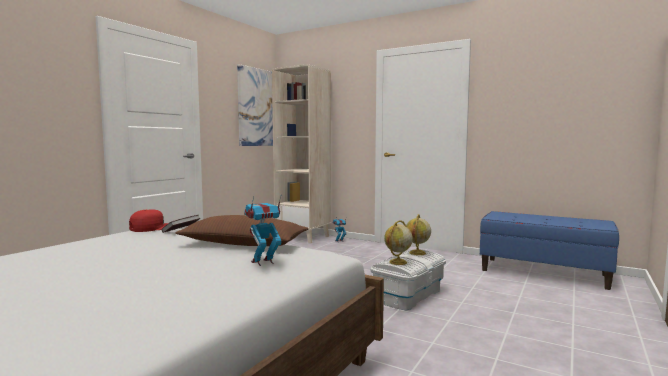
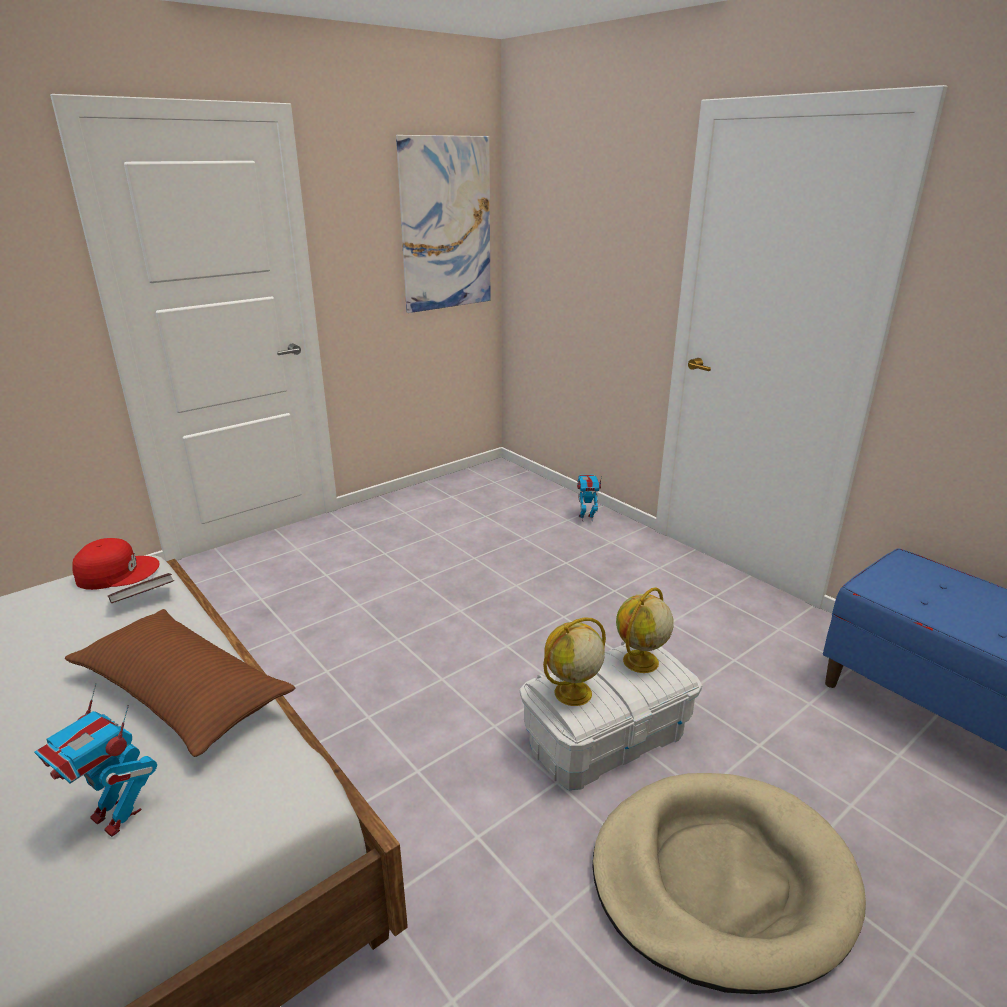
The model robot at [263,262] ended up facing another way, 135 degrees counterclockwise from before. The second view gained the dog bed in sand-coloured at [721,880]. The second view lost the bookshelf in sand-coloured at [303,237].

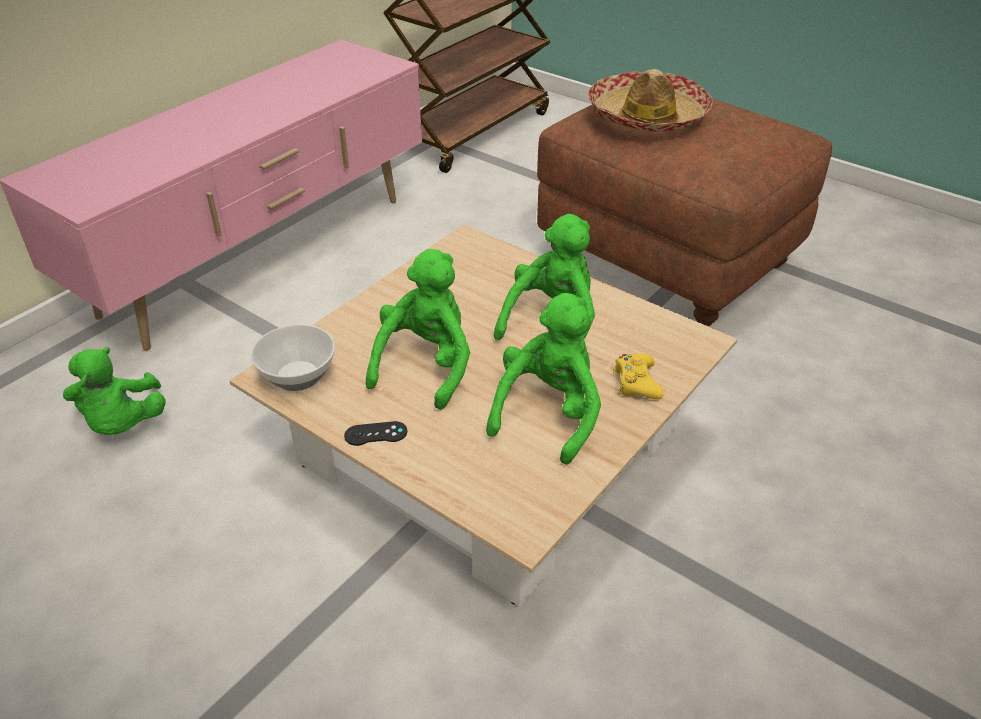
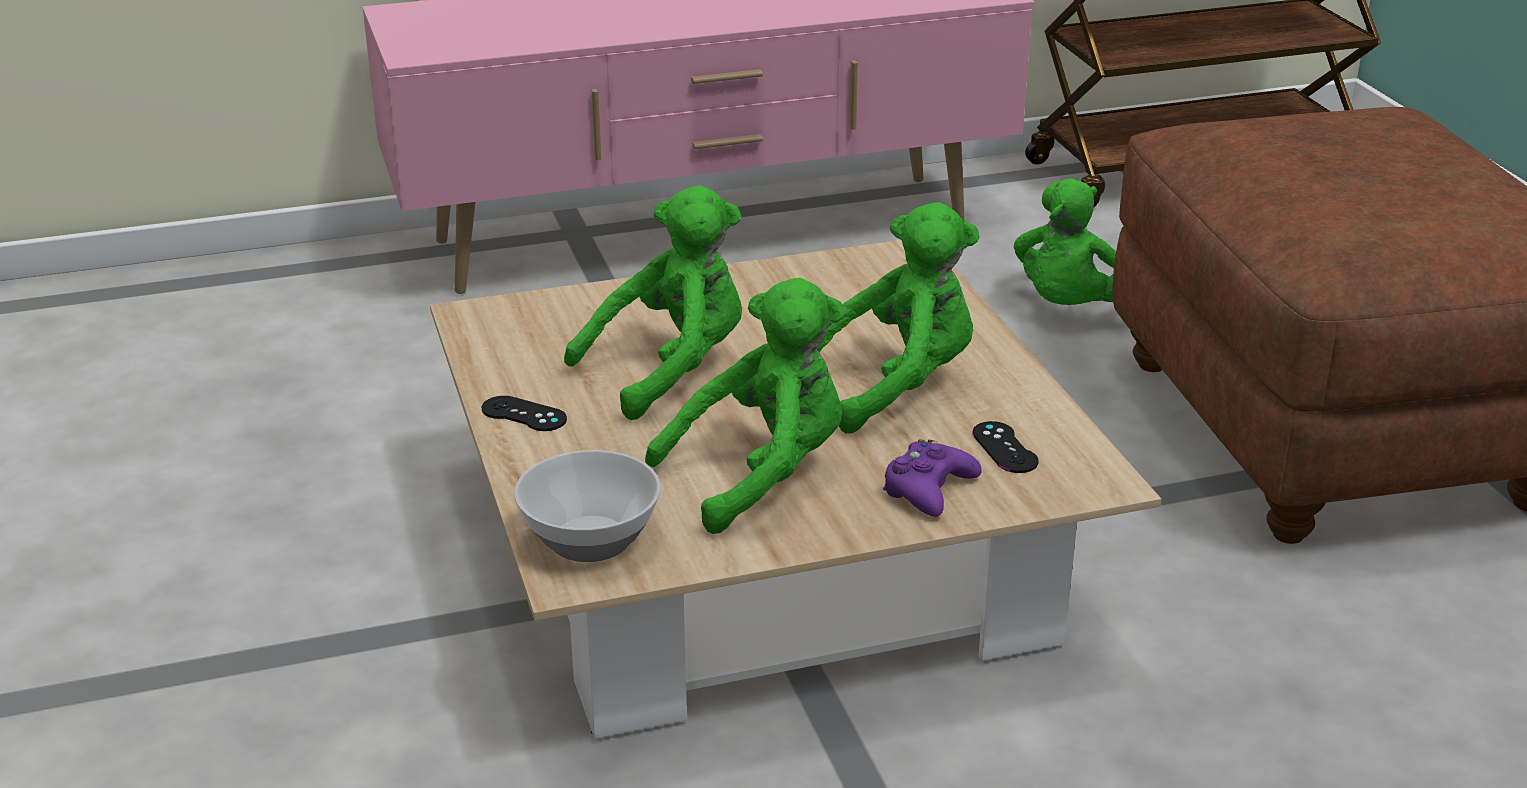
The deep dish ended up elsewhere, having gone from [297,377] to [588,541]. What was the gamepad in yellow-coloured at [636,383] turned into the gamepad in purple at [928,489]. The second view gained the gamepad in black-coloured at [1005,448]. The plush toy in greenish ended up elsewhere, having gone from [123,424] to [1068,308]. The second view lost the clothing hat at [647,116].

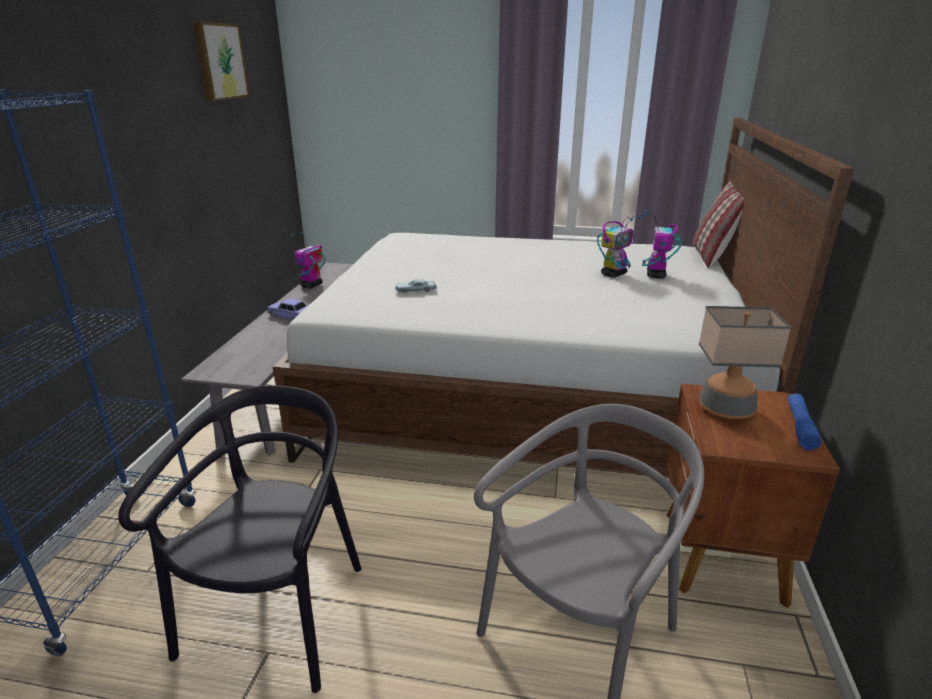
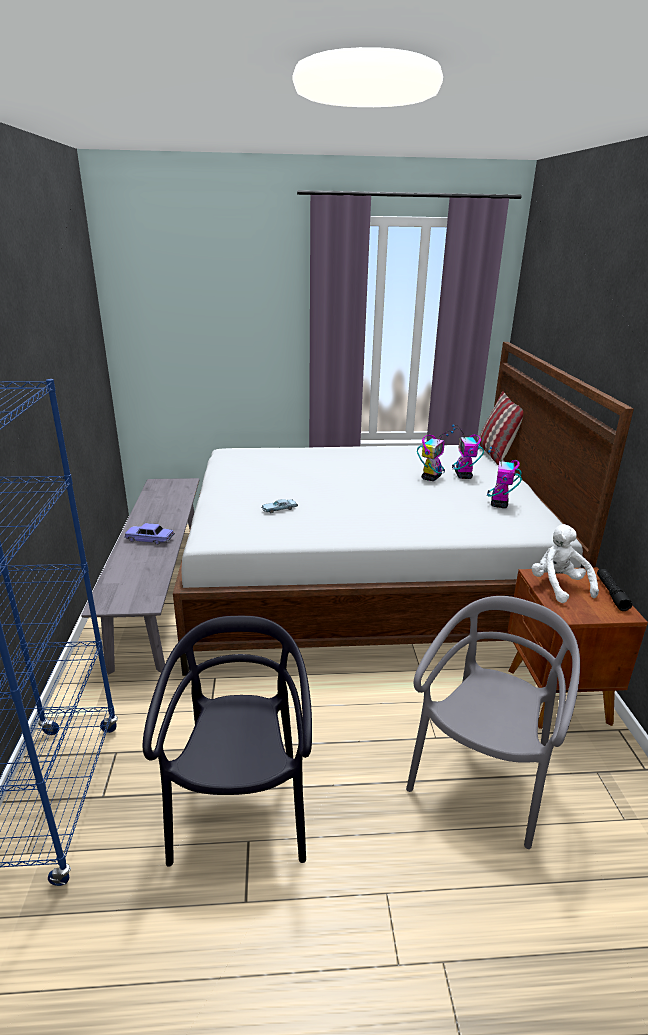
The model robot ended up elsewhere, having gone from [311,285] to [499,504]. Where the lamp for a table stood at [726,409], the plush toy in whitish came to stand at [558,586]. What was the torch in blue at [800,426] turned into the torch in black-coloured at [611,593]. The second view lost the picture at [219,61].

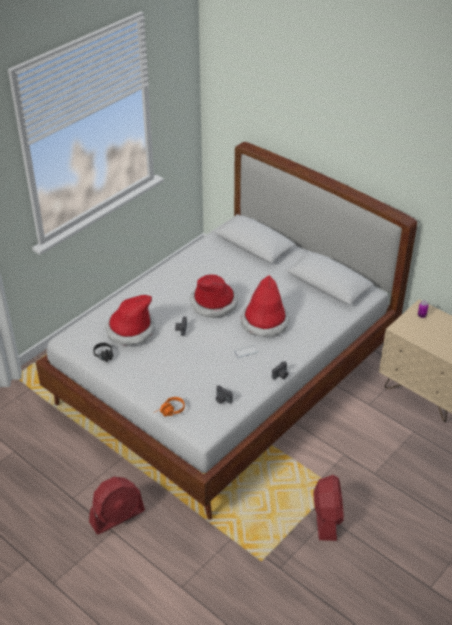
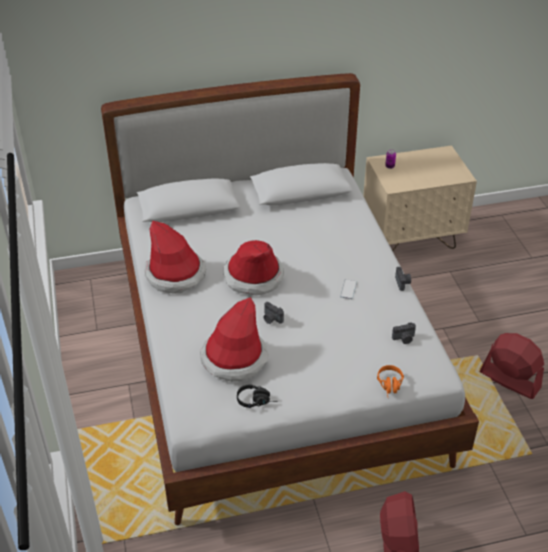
The clothing hat ended up elsewhere, having gone from [264,322] to [175,274].

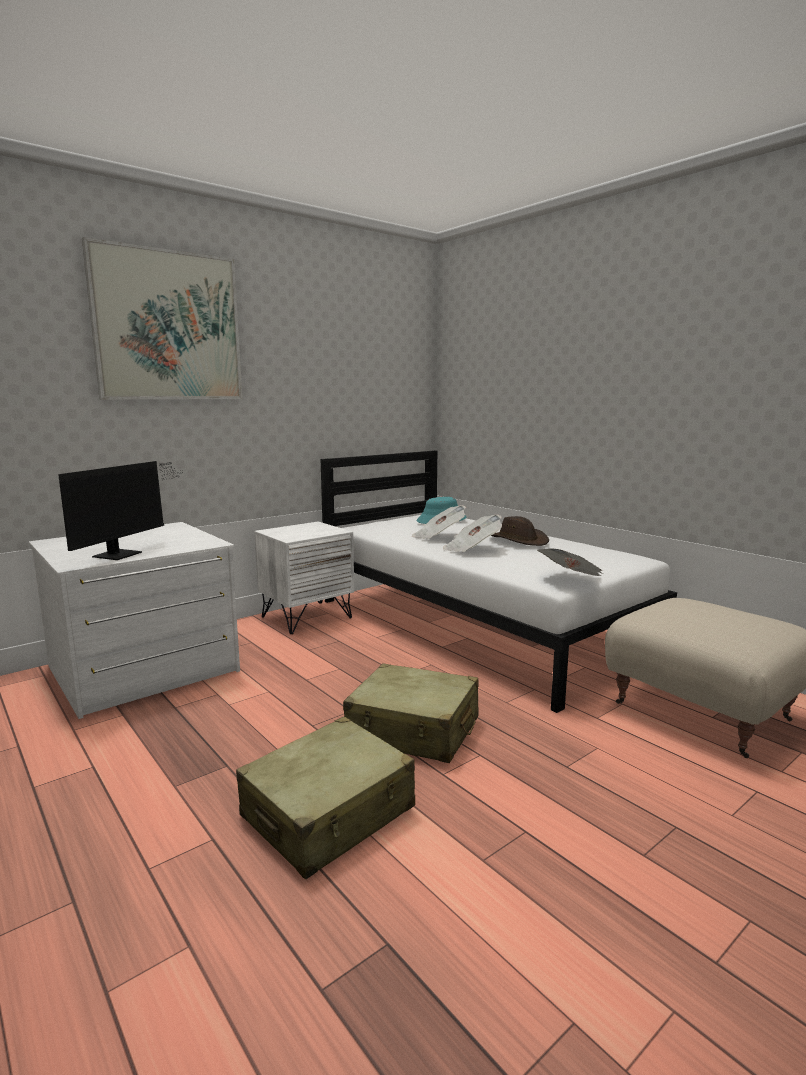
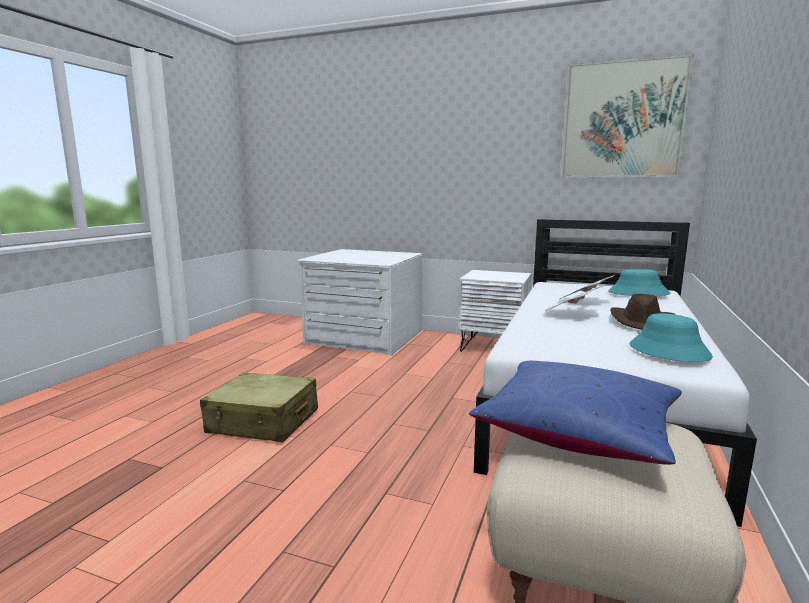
The second view gained the pillow in blue at [577,430]. The picture ended up elsewhere, having gone from [168,326] to [622,120]. The second view gained the clothing hat in turquoise at [668,351]. The second view lost the computer screen at [123,553]. The second view lost the piece of luggage in sand-coloured at [414,730]. The second view lost the daily paper at [572,580].

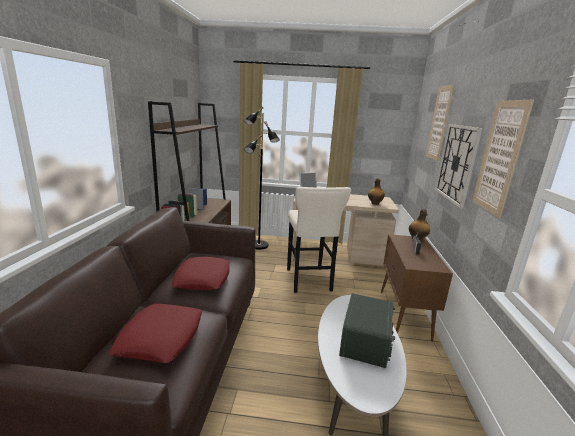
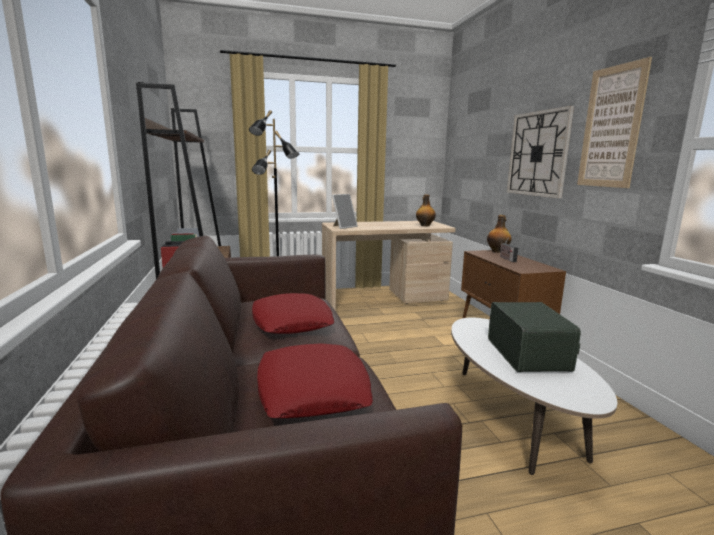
The second view lost the stool in sand-coloured at [308,281]. The second view lost the picture at [439,123].

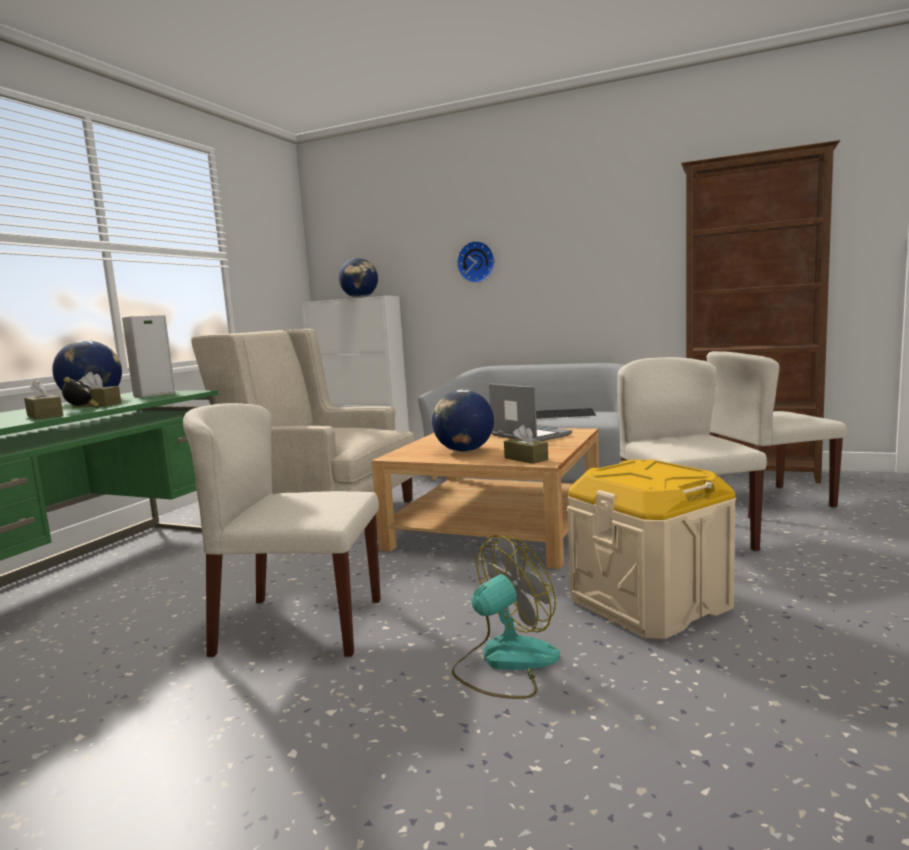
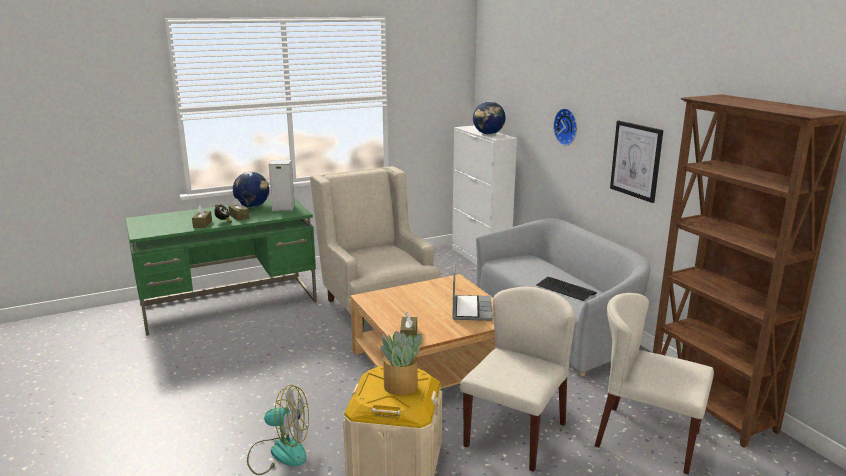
The second view gained the houseplant at [401,386]. The second view gained the picture at [636,160]. The second view lost the upright chair in sand-coloured at [298,626]. The second view lost the desk globe at [464,451].

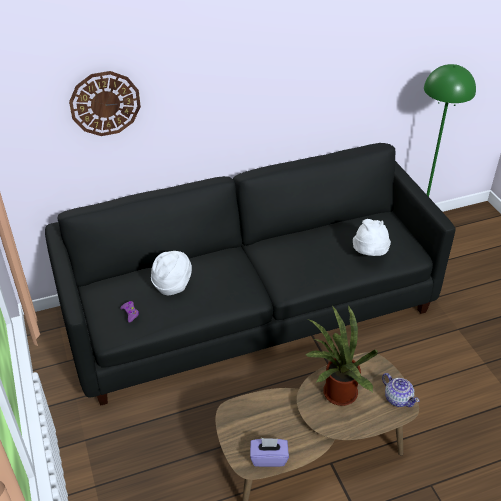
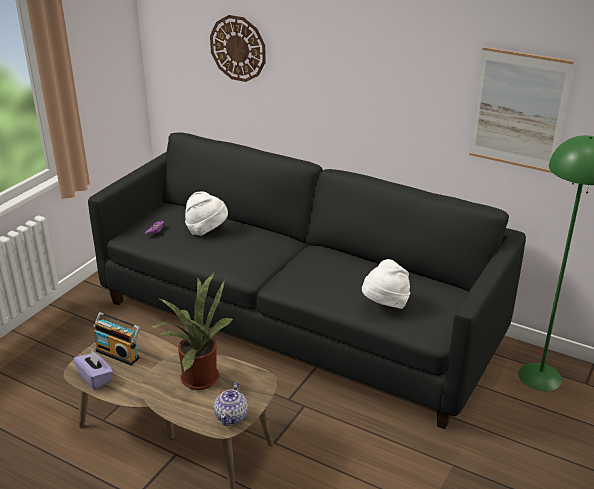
The second view gained the radio set at [119,353]. The second view gained the picture at [518,110].

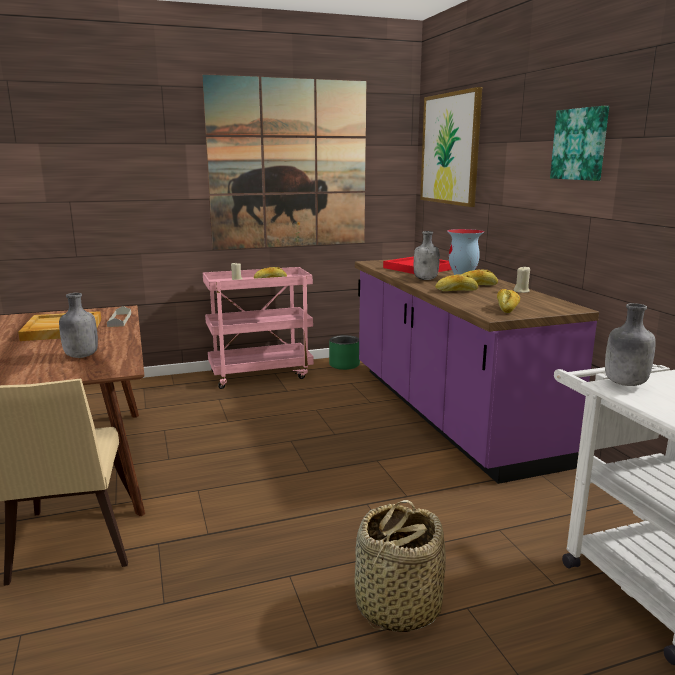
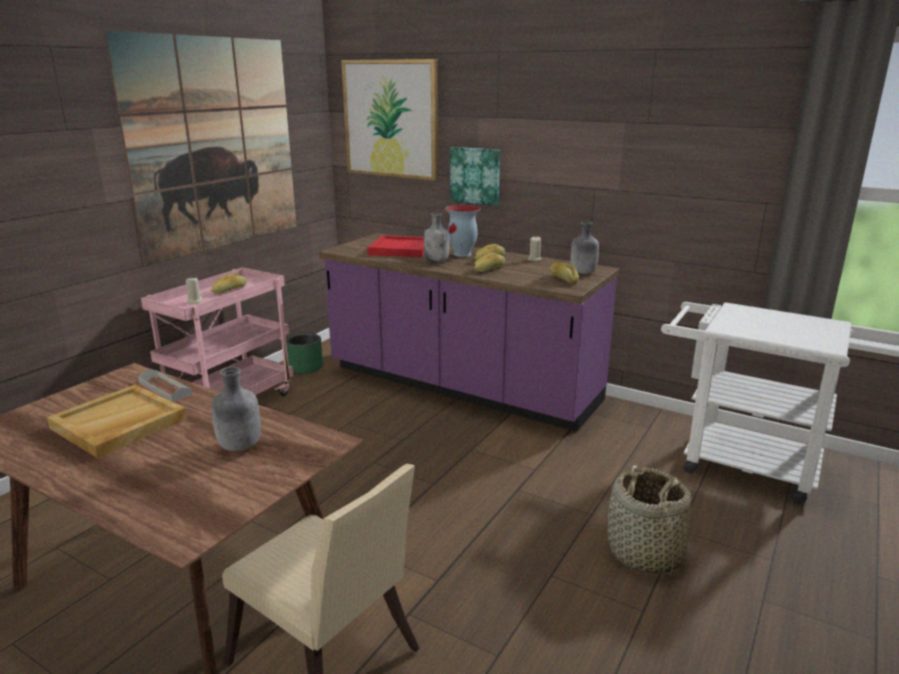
The picture ended up elsewhere, having gone from [580,144] to [475,175]. The beverage bottle in greyish ended up elsewhere, having gone from [624,383] to [582,273].

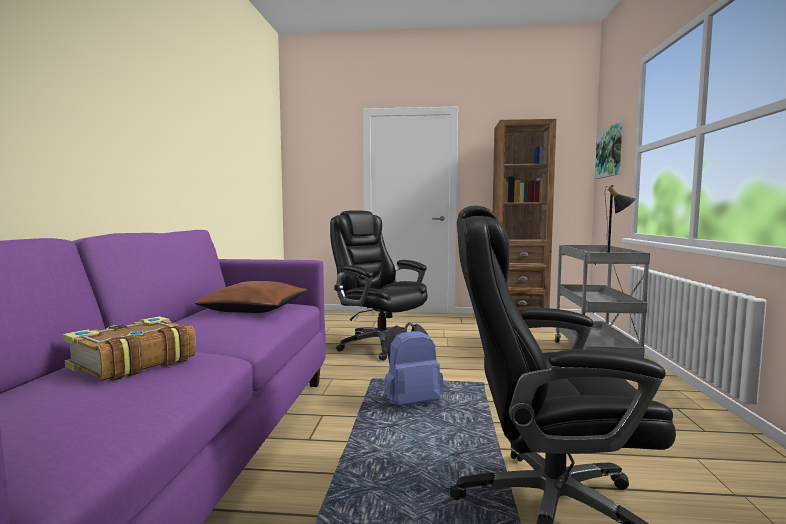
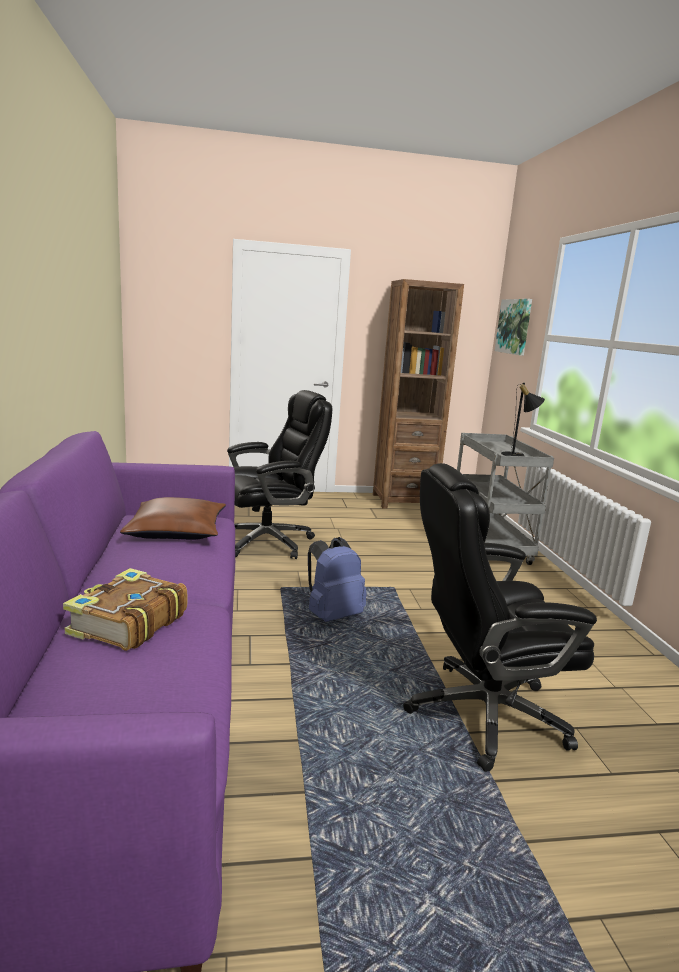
The desk chair in black-coloured at [379,345] ended up facing another way, 120 degrees clockwise from before.

